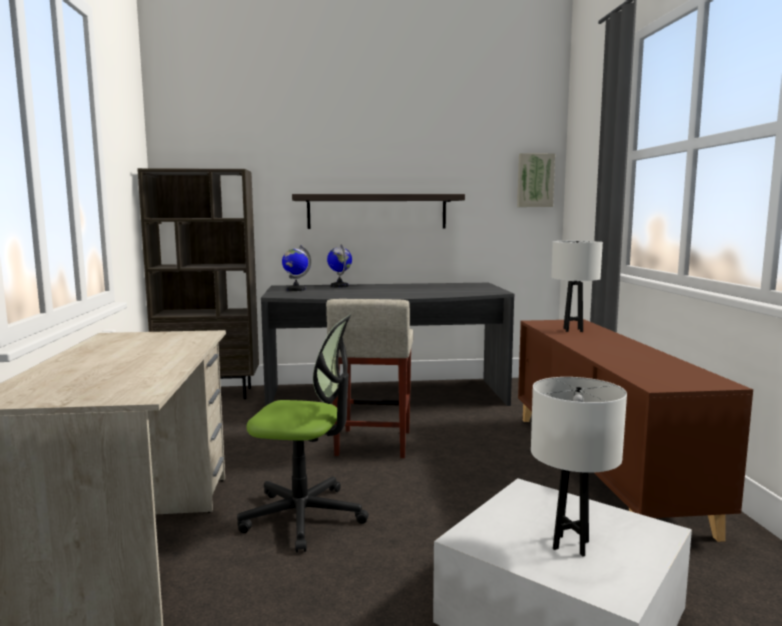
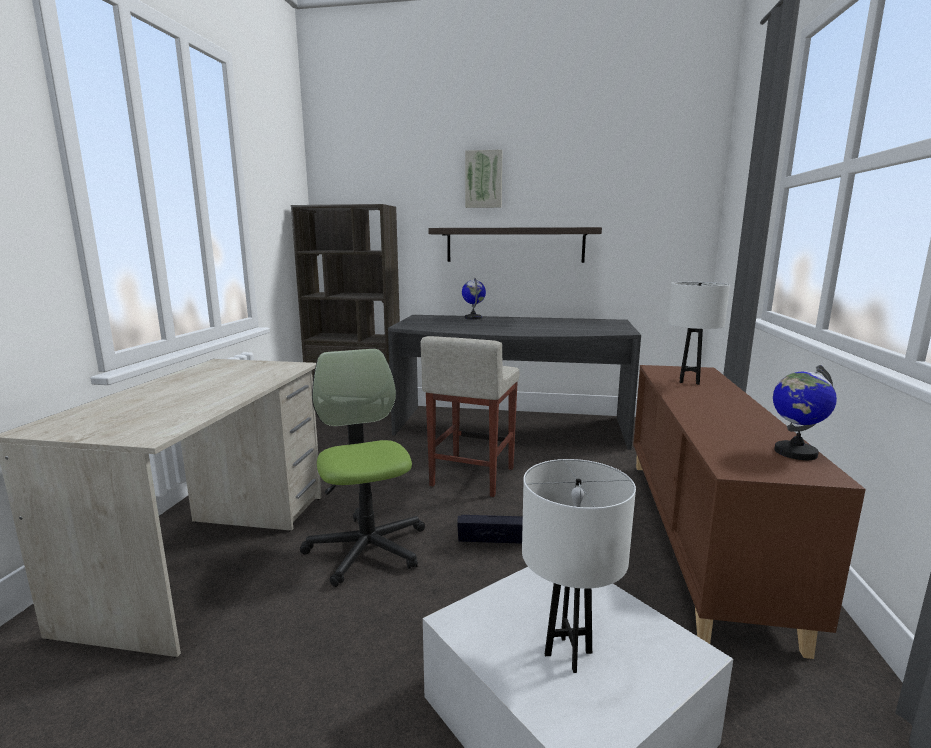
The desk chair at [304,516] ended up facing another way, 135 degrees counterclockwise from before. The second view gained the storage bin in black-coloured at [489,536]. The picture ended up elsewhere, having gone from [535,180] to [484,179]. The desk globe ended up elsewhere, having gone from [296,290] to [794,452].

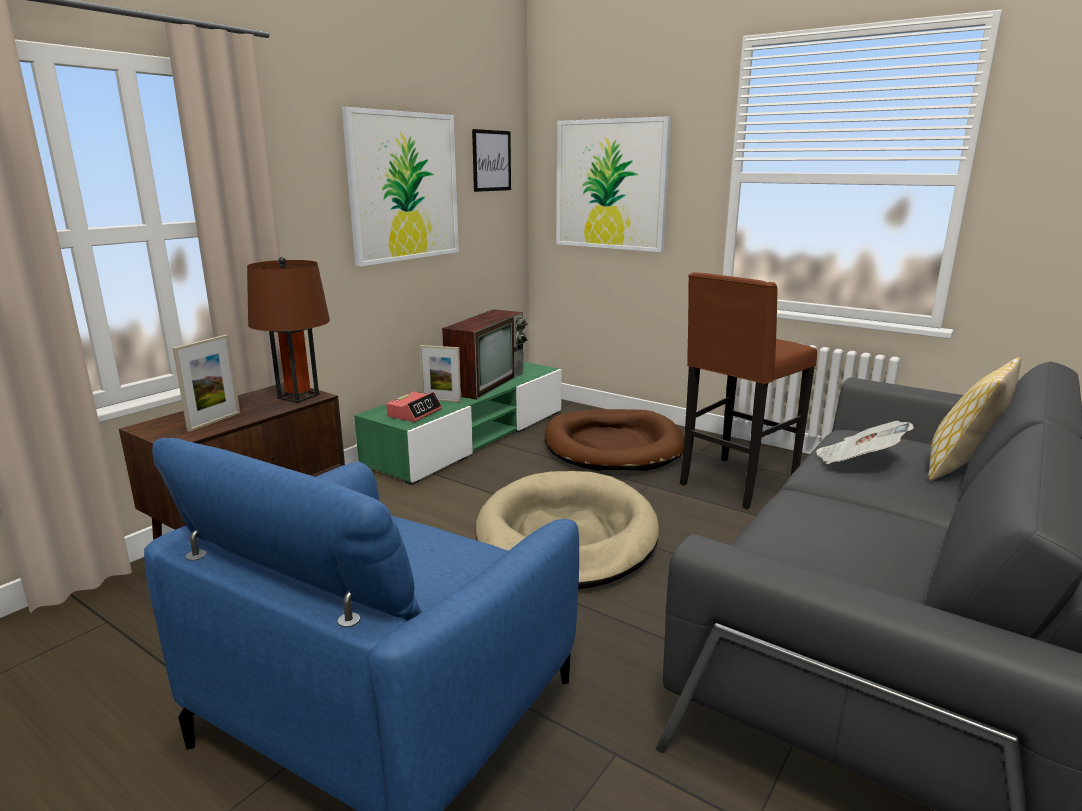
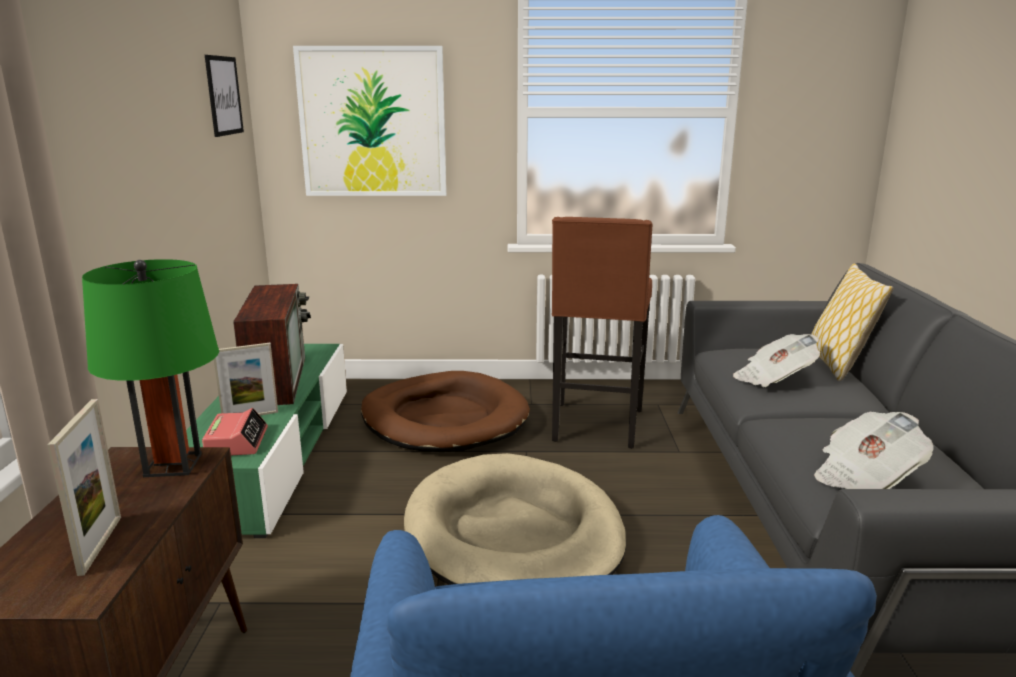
What was the lamp for a table in brown-coloured at [298,396] turned into the lamp for a table in greenish at [173,465]. The second view gained the daily paper at [864,476]. The second view lost the picture at [404,187].

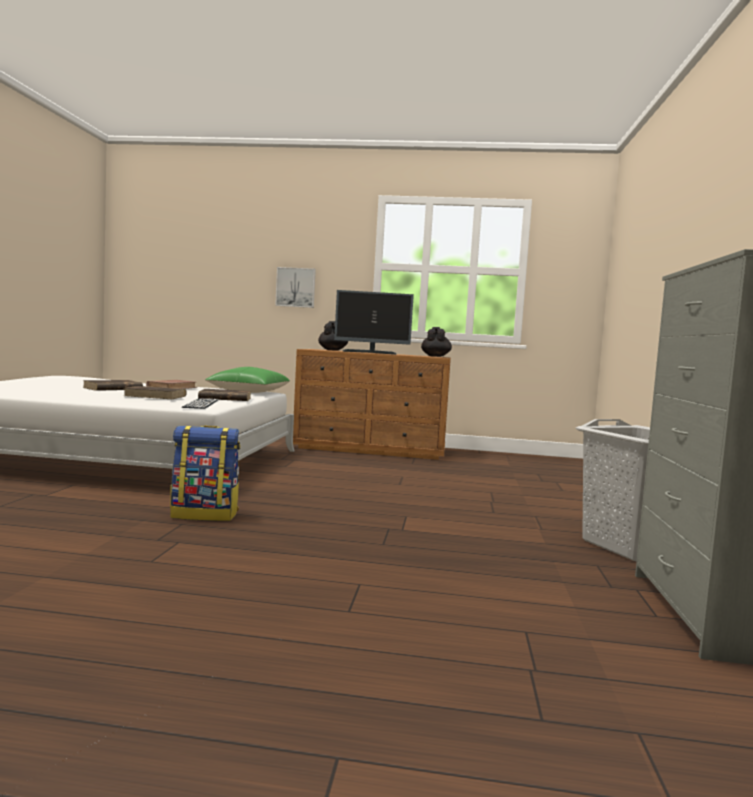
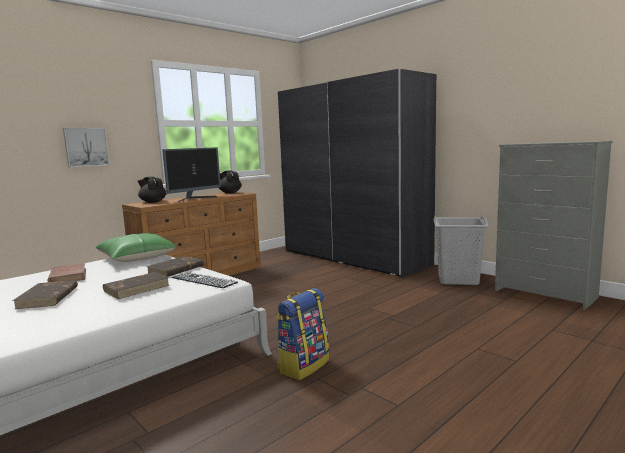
The second view gained the clothes cupboard in greyish at [353,257].

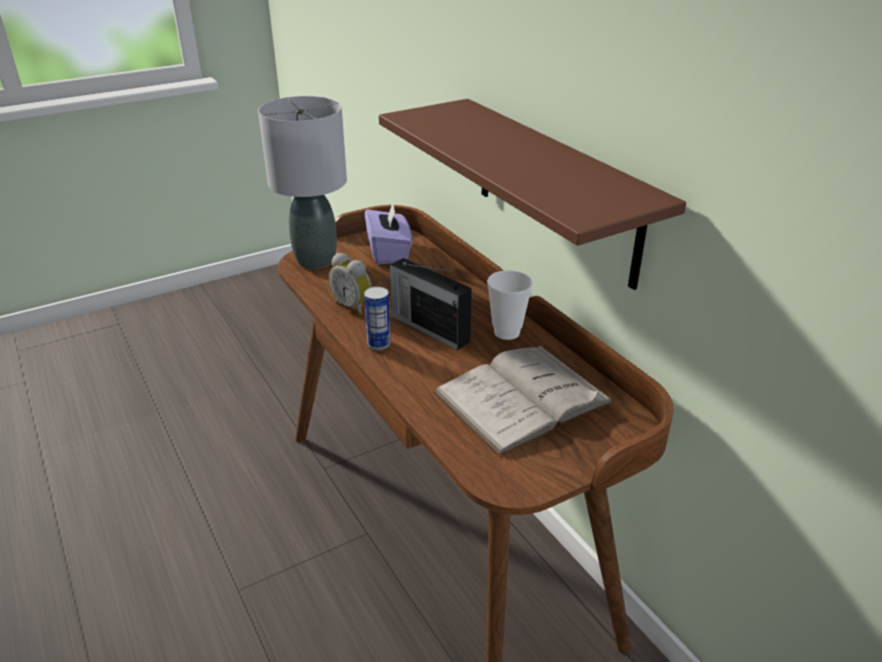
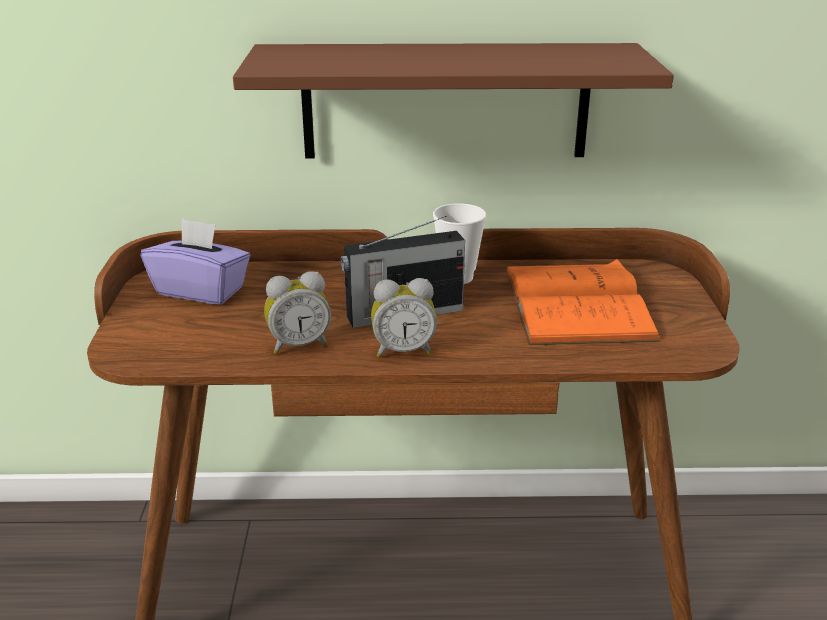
Where the can stood at [379,344], the alarm clock came to stand at [403,351]. What was the book in whitish at [523,398] turned into the book in orange-coloured at [576,303]. The second view lost the lamp for a table in greyish at [316,260].

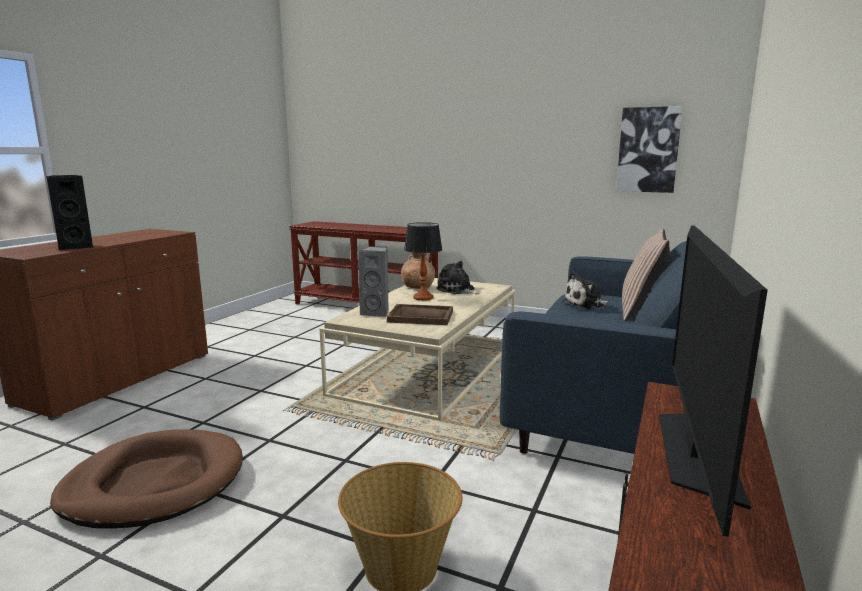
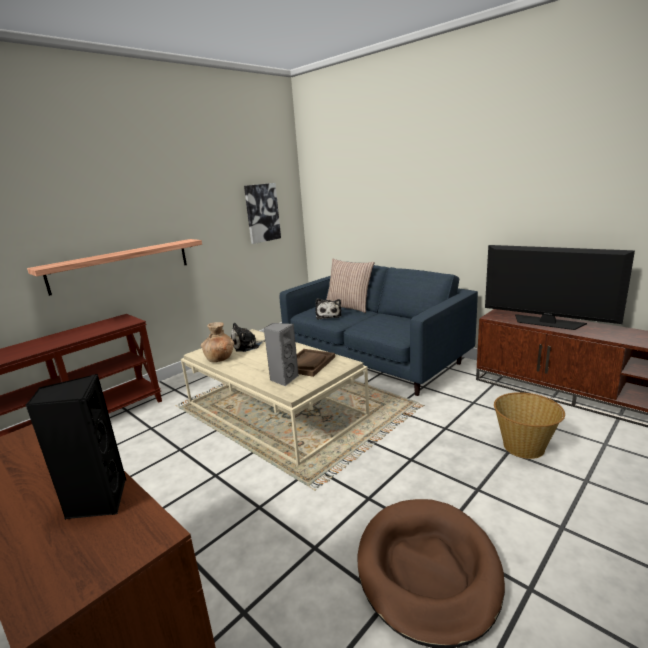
The second view gained the bracket shelf at [121,265]. The second view lost the lamp for a table at [423,298].

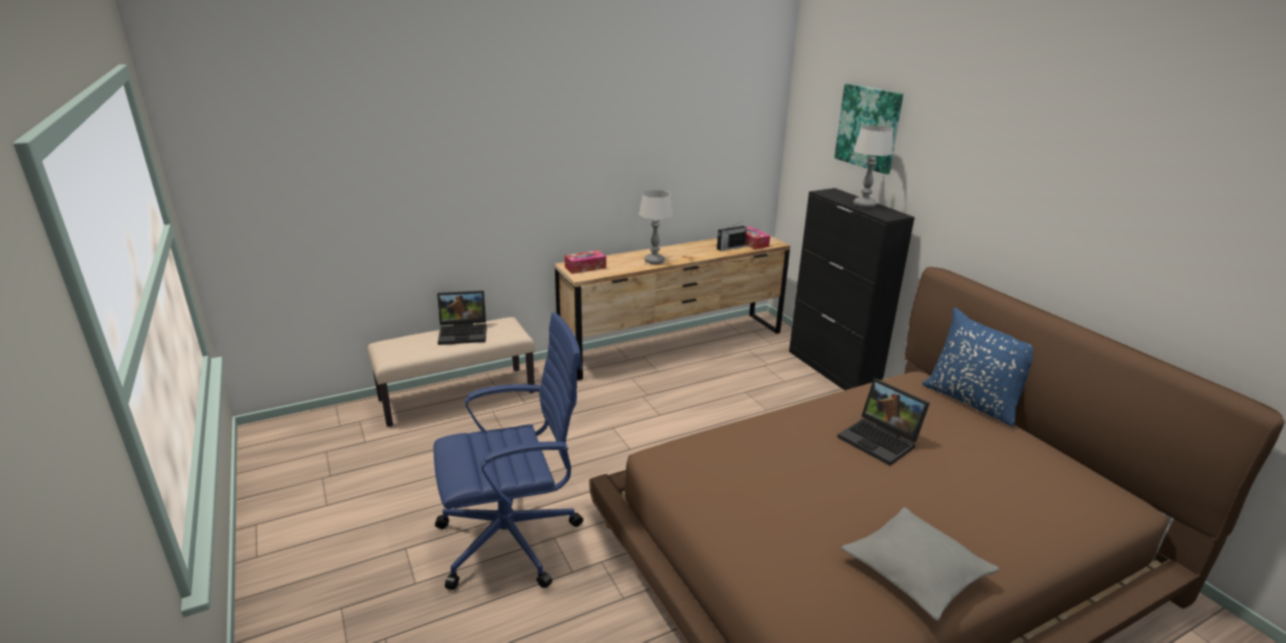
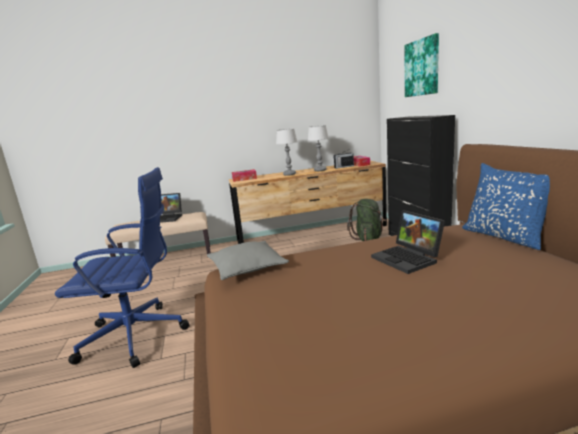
The pillow in greyish ended up elsewhere, having gone from [915,571] to [247,268]. The lamp for a table ended up elsewhere, having gone from [864,205] to [320,170]. The second view gained the knapsack in greenish at [368,238].

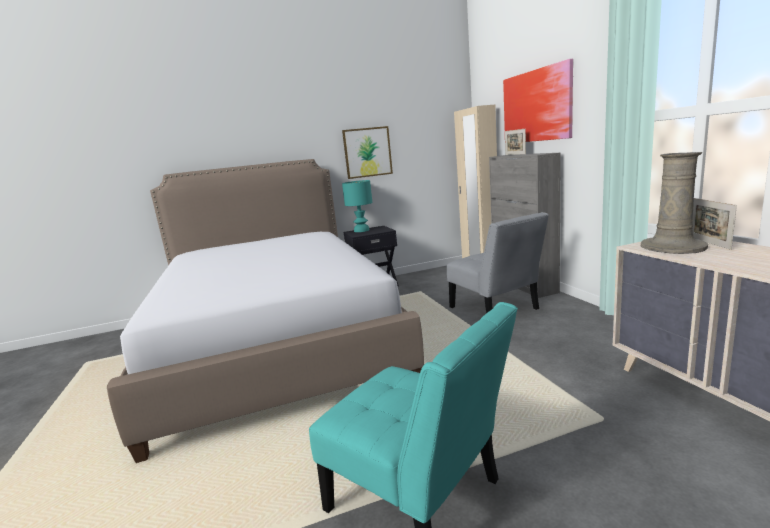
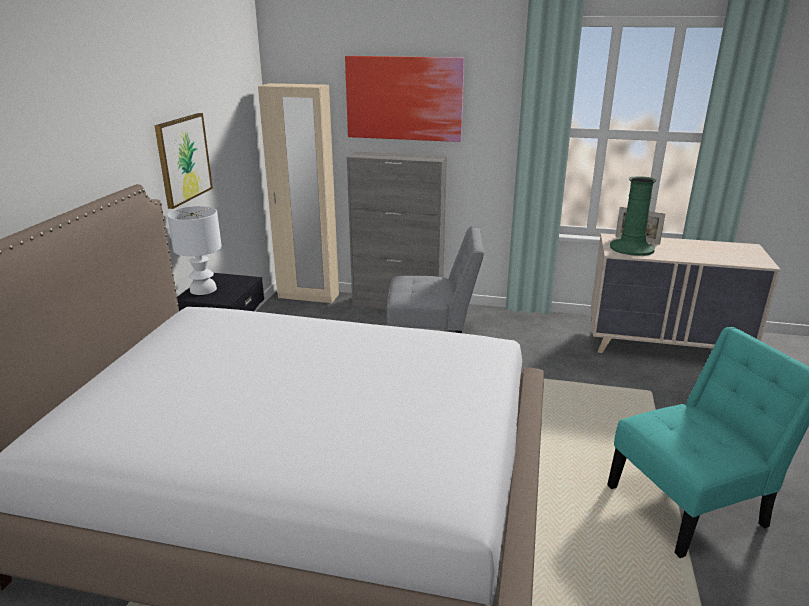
What was the lamp for a table in turquoise at [361,230] turned into the lamp for a table in whitish at [204,289]. What was the decorative vase in sand-coloured at [672,247] turned into the decorative vase in greenish at [632,248]. The second view lost the picture frame at [515,154].

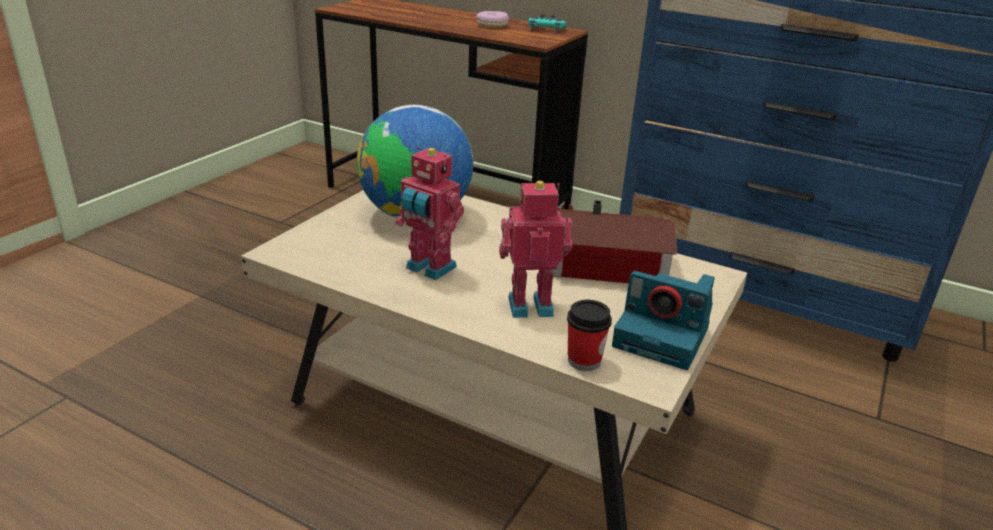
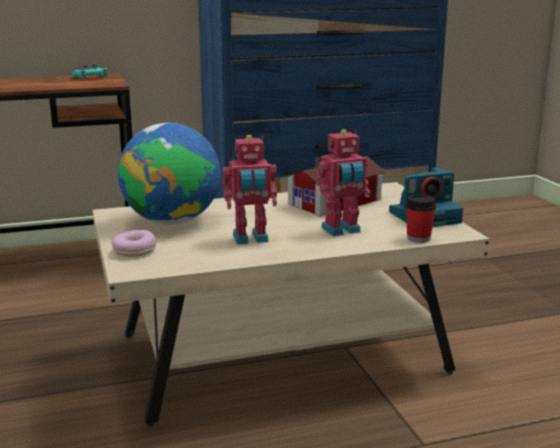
The donut ended up elsewhere, having gone from [492,25] to [134,251]. The model robot at [530,304] ended up facing another way, 150 degrees counterclockwise from before.

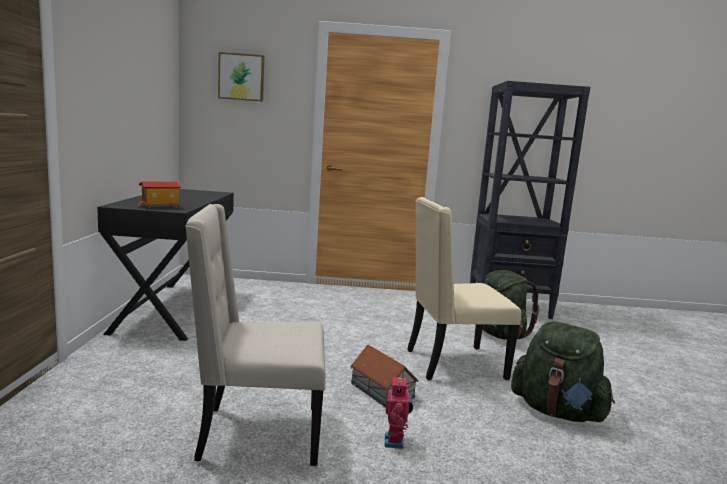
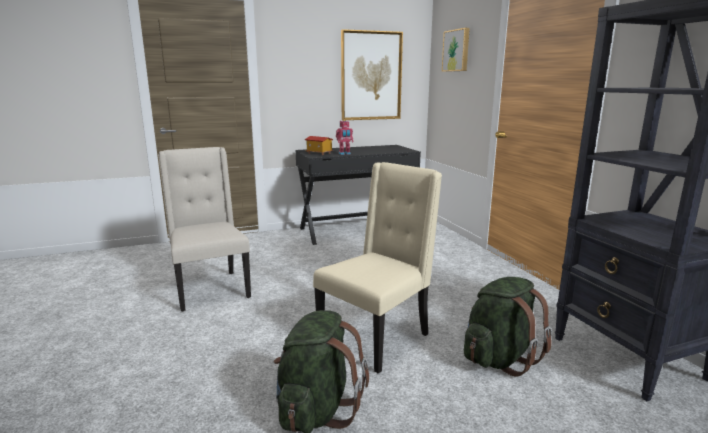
The upright chair in sand-coloured at [452,364] ended up facing another way, 75 degrees clockwise from before. The model robot ended up elsewhere, having gone from [395,442] to [344,154]. The second view gained the picture at [371,76]. The second view lost the toy house at [382,390].

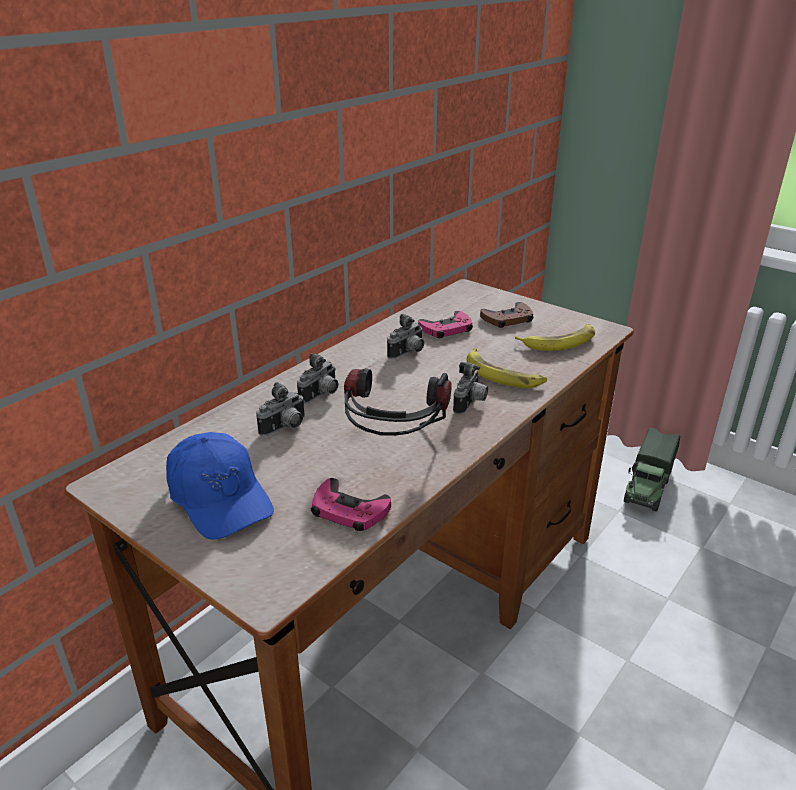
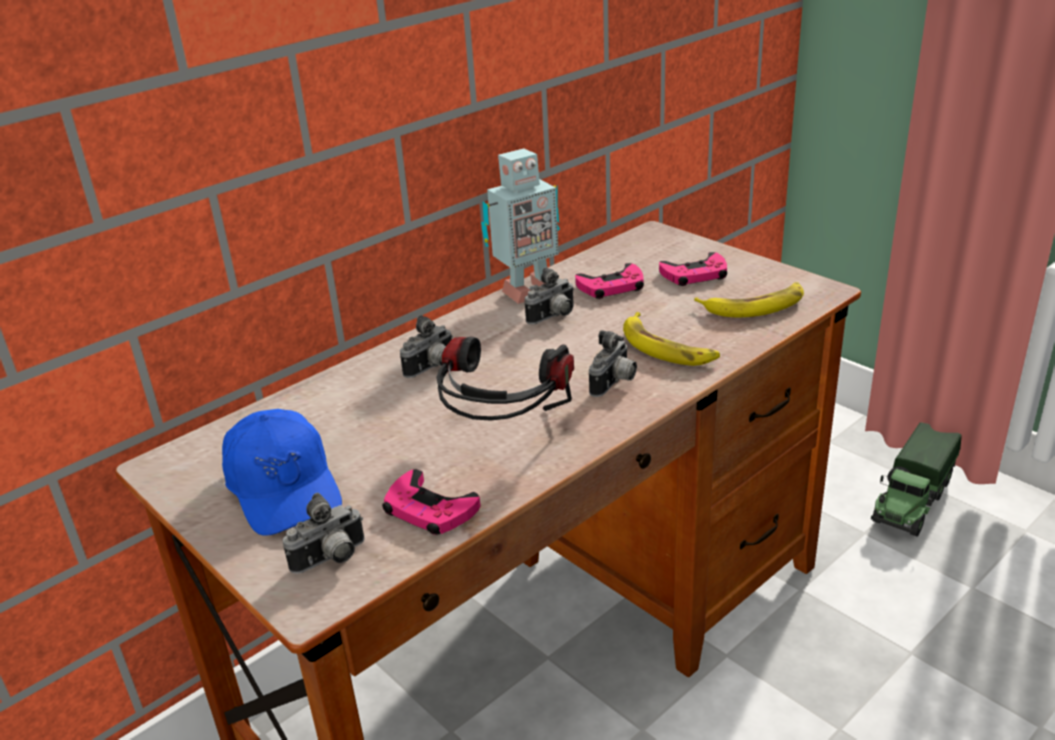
The still camera ended up elsewhere, having gone from [285,428] to [331,560]. The second view gained the model robot at [526,291]. What was the gamepad in brown-coloured at [508,319] turned into the gamepad in pink at [695,275].

